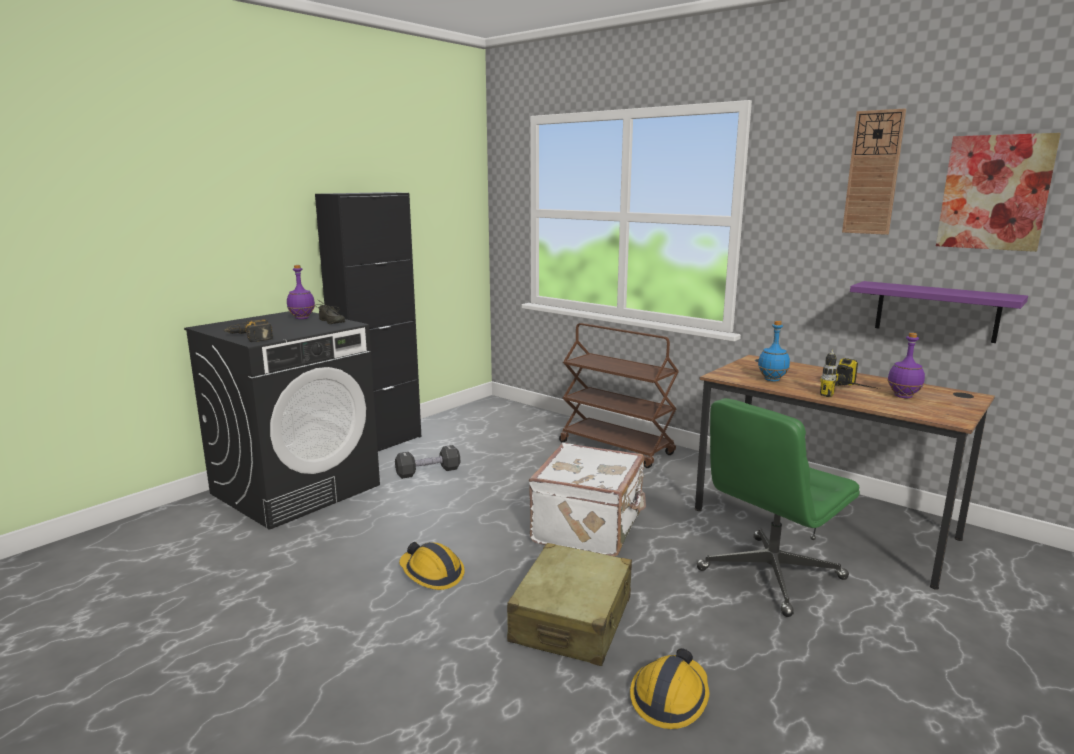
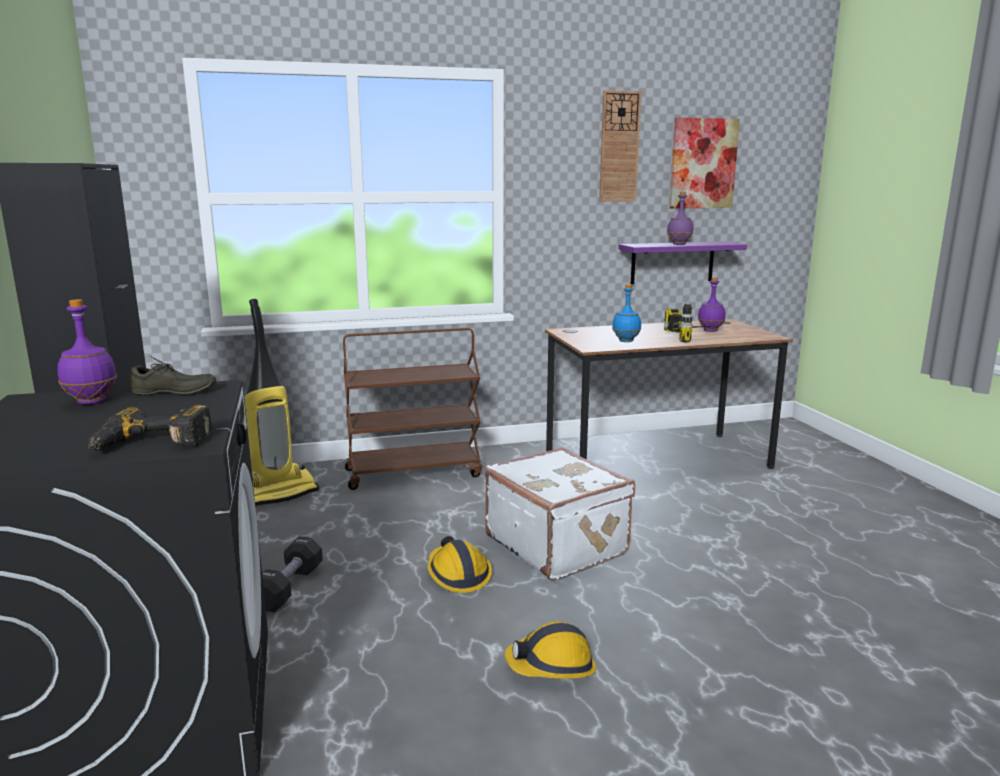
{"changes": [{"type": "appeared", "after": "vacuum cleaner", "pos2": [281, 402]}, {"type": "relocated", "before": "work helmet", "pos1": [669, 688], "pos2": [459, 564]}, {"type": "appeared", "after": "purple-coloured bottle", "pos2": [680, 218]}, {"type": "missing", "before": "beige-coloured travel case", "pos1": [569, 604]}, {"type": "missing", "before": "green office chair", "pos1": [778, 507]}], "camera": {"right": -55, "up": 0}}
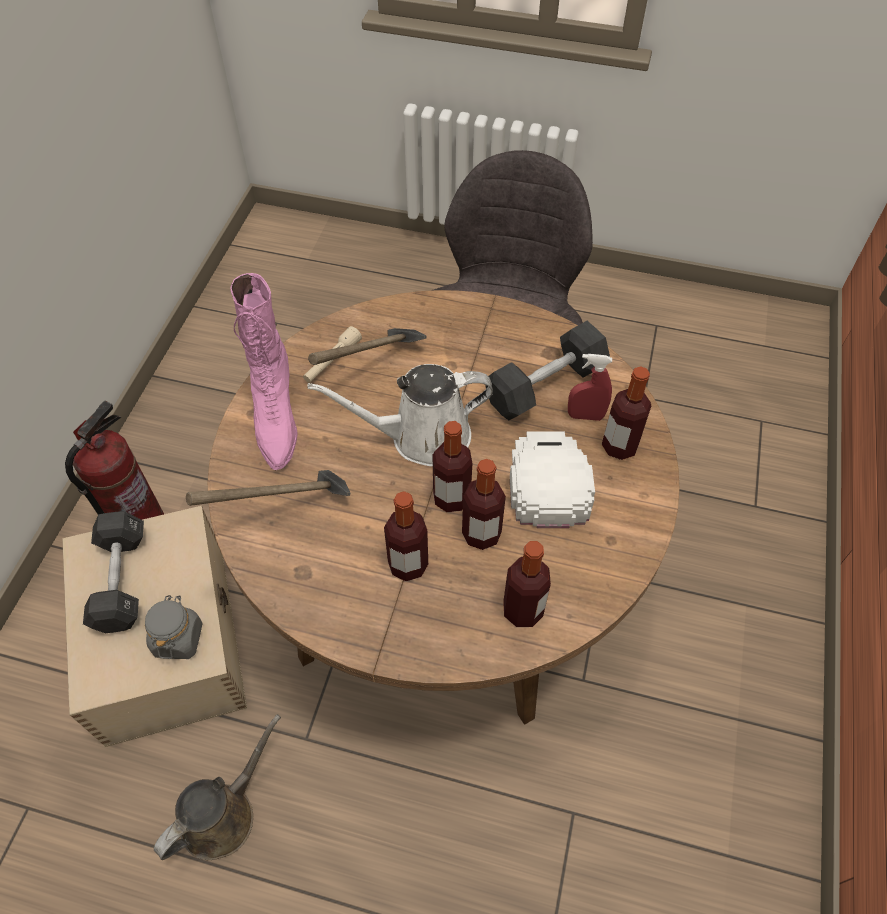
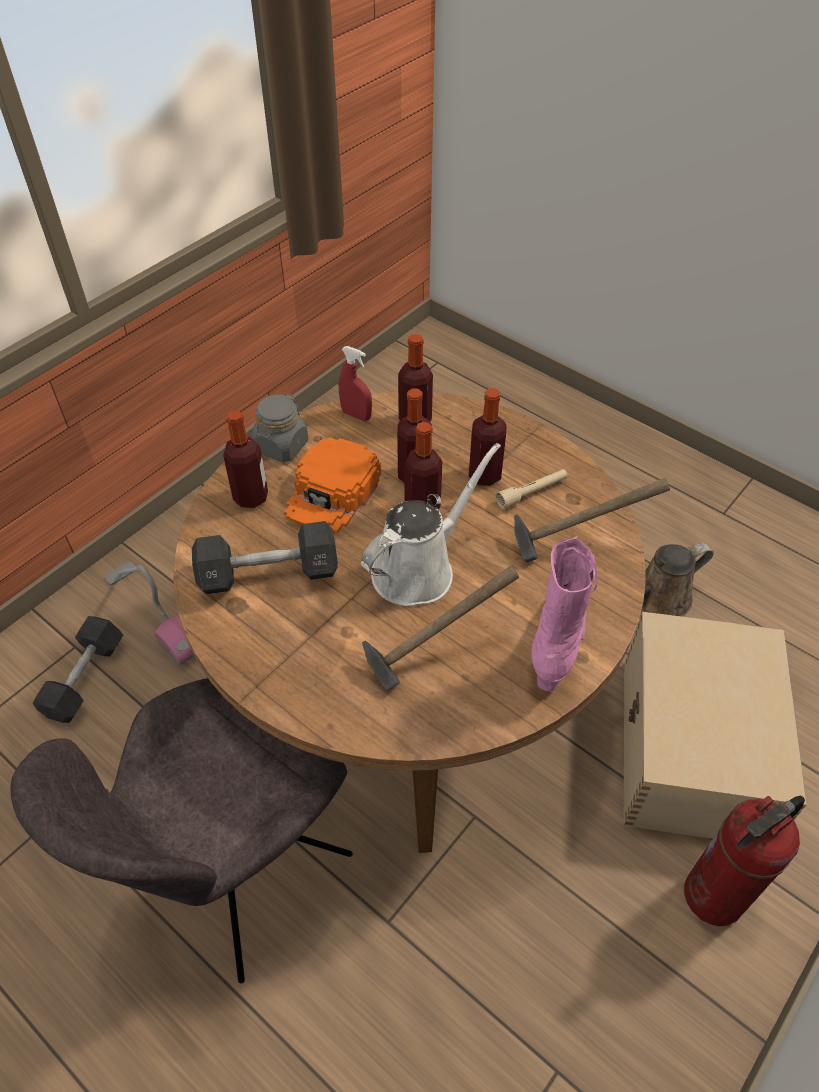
{"changes": [{"type": "relocated", "before": "black free weight", "pos1": [113, 572], "pos2": [78, 669]}, {"type": "appeared", "after": "vacuum cleaner", "pos2": [149, 613]}, {"type": "relocated", "before": "greyish jar", "pos1": [174, 627], "pos2": [280, 427]}, {"type": "colour", "before": "white-coloured baseball cap", "after": "orangey baseball cap", "pos1": [552, 479], "pos2": [332, 485]}, {"type": "relocated", "before": "red spray bottle", "pos1": [590, 387], "pos2": [355, 383]}, {"type": "spun", "before": "white-coloured watering pot", "pos1": [400, 415], "pos2": [431, 524], "turn": -60}, {"type": "relocated", "before": "beige-coloured torch", "pos1": [332, 354], "pos2": [532, 489]}], "camera": {"right": -155, "up": -5}}
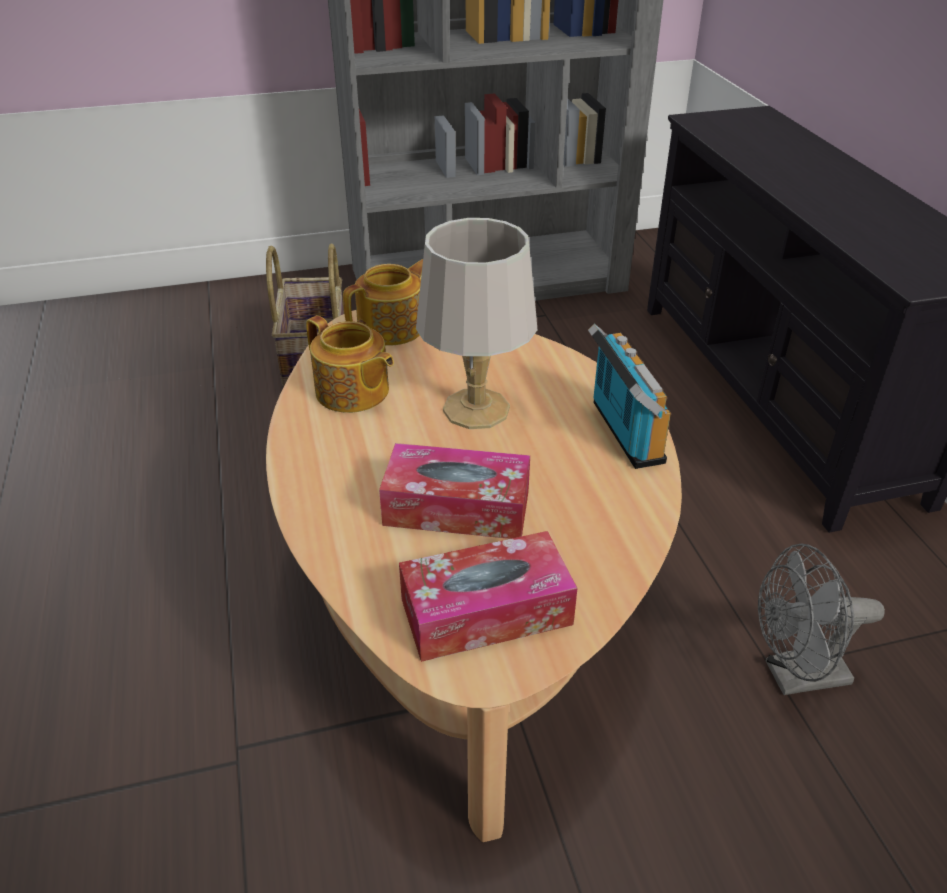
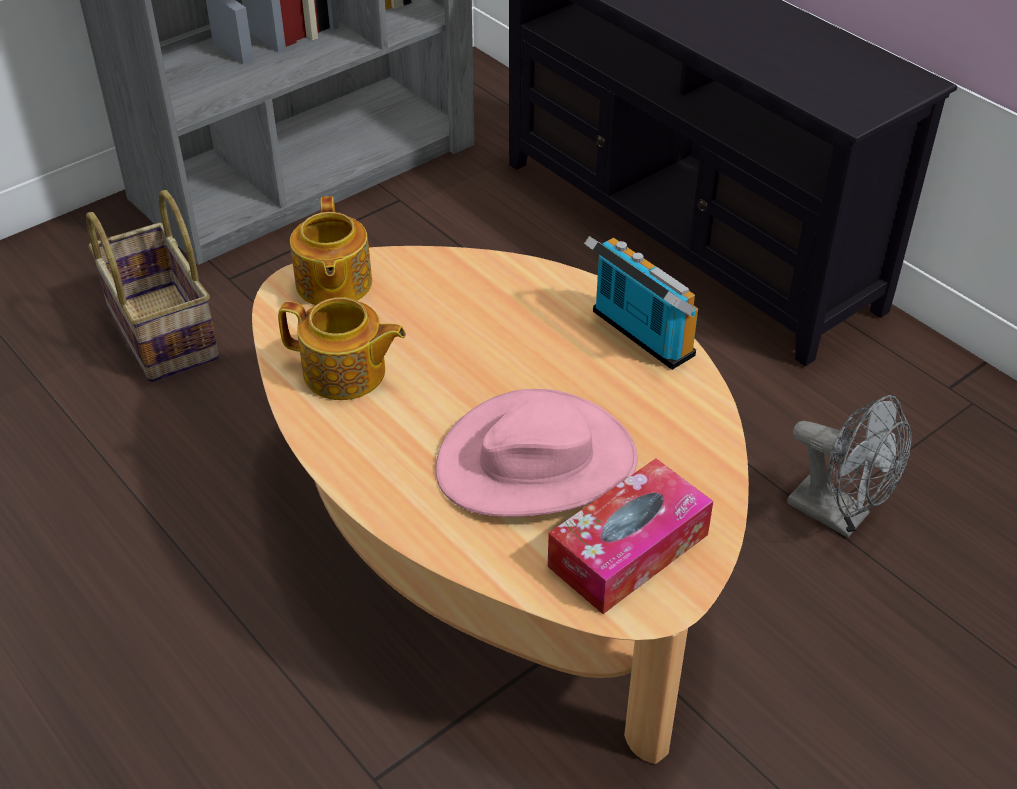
{"changes": [{"type": "spun", "before": "tea pot", "pos1": [383, 302], "pos2": [331, 250], "turn": 150}, {"type": "exchanged", "before": "box of tissues", "after": "pinkish clothing hat", "pos1": [454, 491], "pos2": [537, 453]}, {"type": "spun", "before": "greyish cooling fan", "pos1": [821, 619], "pos2": [849, 466], "turn": -105}, {"type": "missing", "before": "greyish tabletop lamp", "pos1": [476, 323]}], "camera": {"right": -25, "up": 5}}
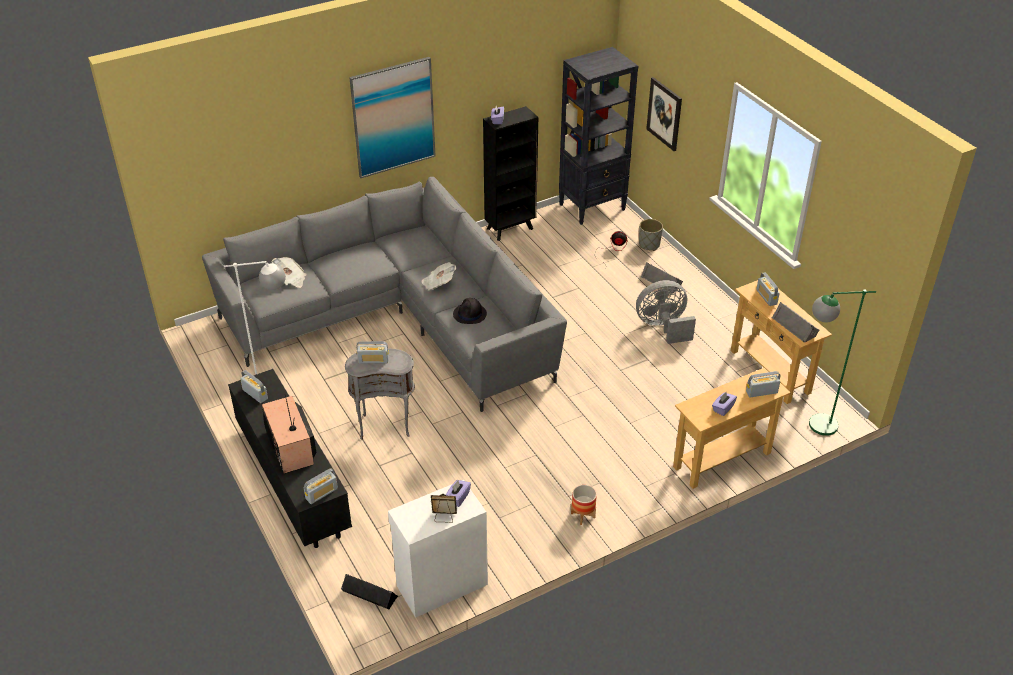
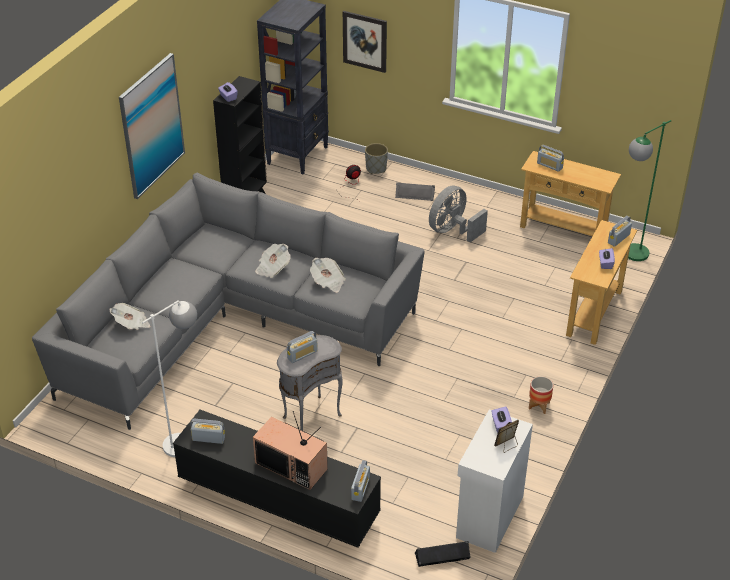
{"changes": [{"type": "exchanged", "before": "black clothing hat", "after": "newspaper", "pos1": [470, 311], "pos2": [328, 275]}, {"type": "missing", "before": "greyish audio speaker", "pos1": [796, 322]}], "camera": {"right": -35, "up": 0}}
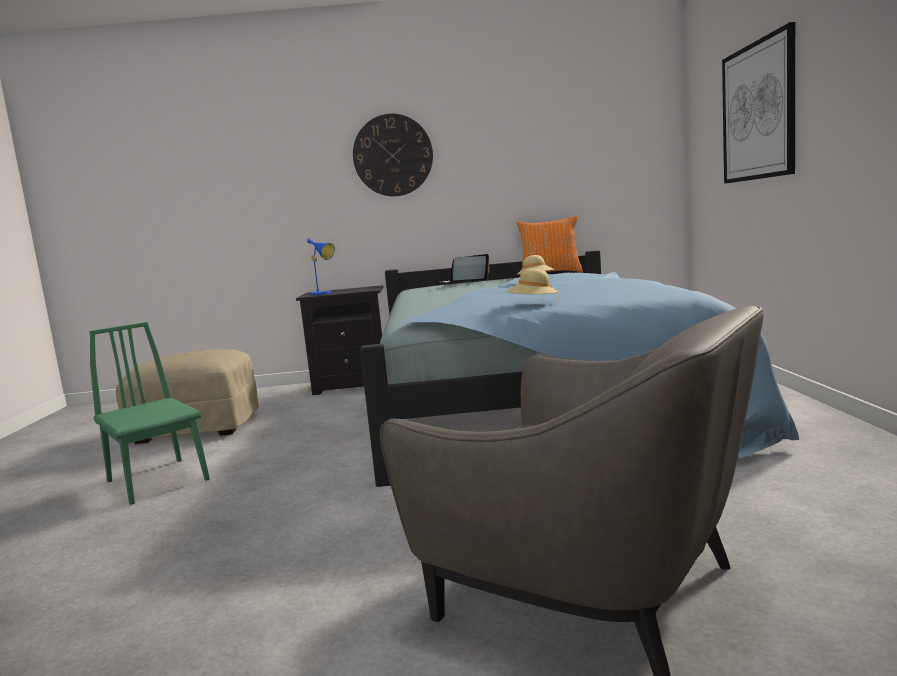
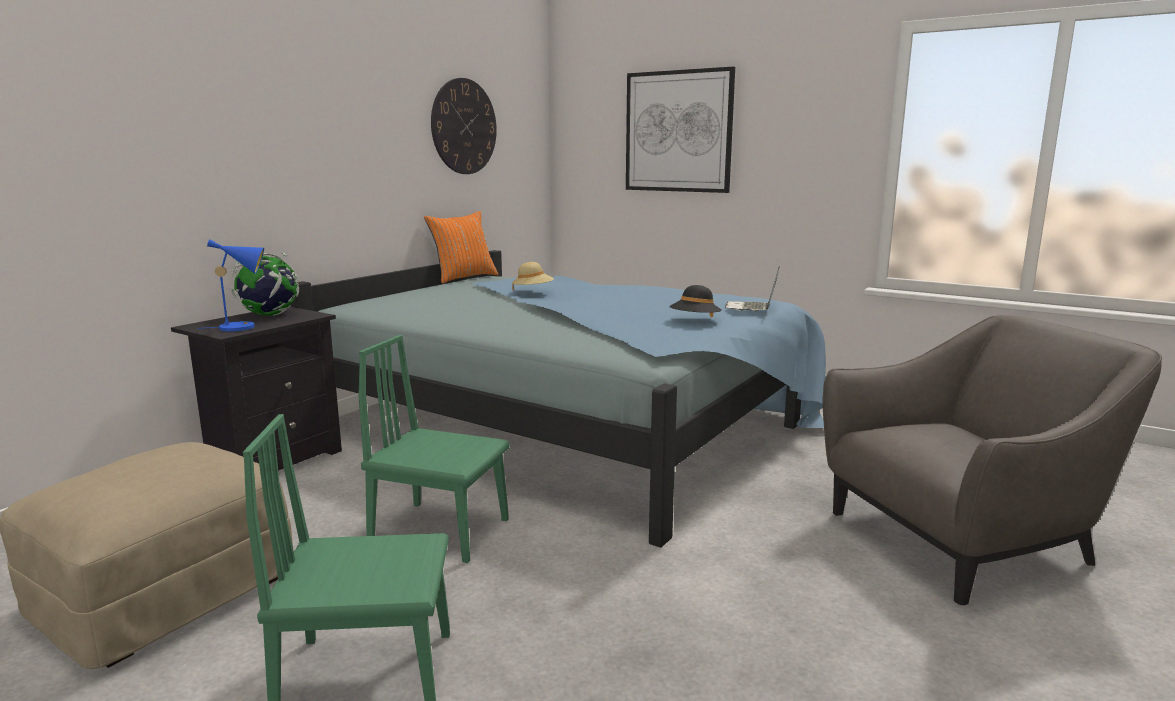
{"changes": [{"type": "appeared", "after": "globe", "pos2": [265, 284]}, {"type": "appeared", "after": "green chair", "pos2": [434, 449]}, {"type": "relocated", "before": "wall clock", "pos1": [393, 155], "pos2": [464, 126]}, {"type": "colour", "before": "beige-coloured clothing hat", "after": "black clothing hat", "pos1": [533, 283], "pos2": [695, 301]}, {"type": "relocated", "before": "notebook computer", "pos1": [464, 268], "pos2": [752, 289]}], "camera": {"right": -55, "up": 5}}
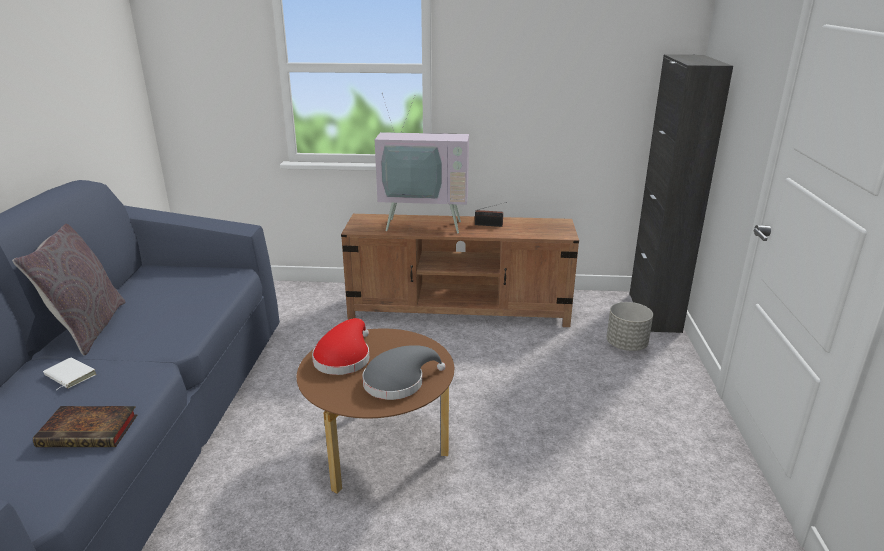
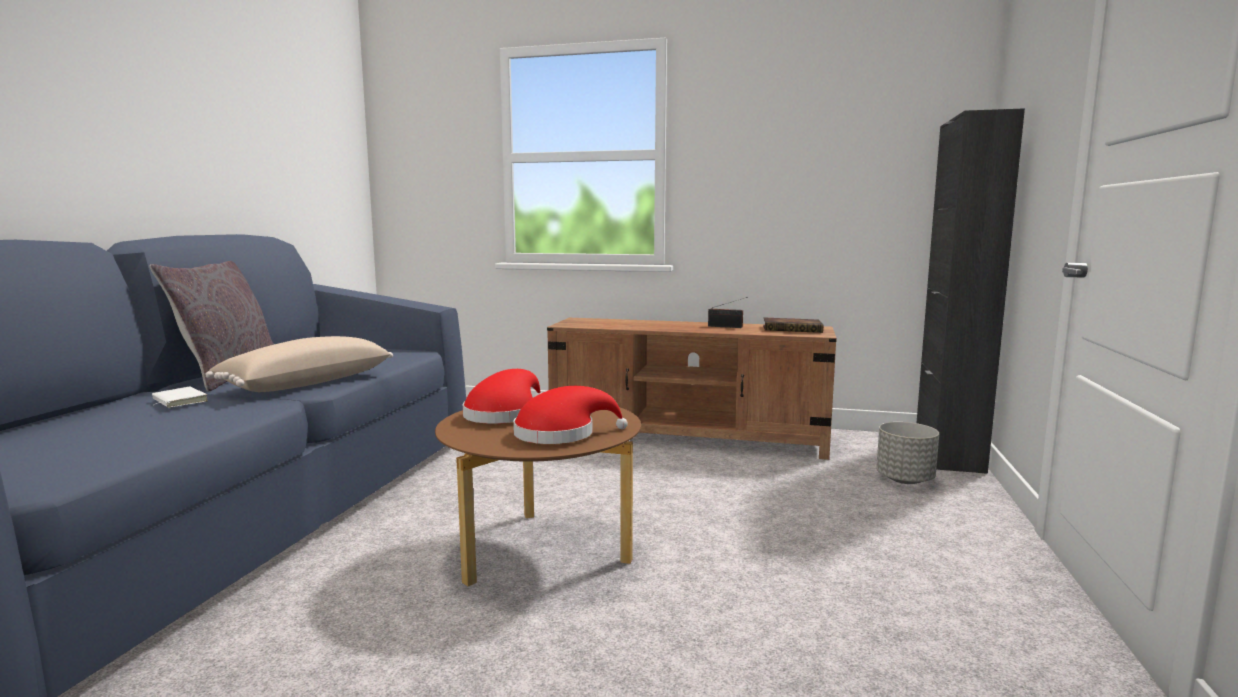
{"changes": [{"type": "appeared", "after": "beige-coloured cushion", "pos2": [299, 364]}, {"type": "colour", "before": "greyish clothing hat", "after": "red clothing hat", "pos1": [404, 372], "pos2": [570, 415]}, {"type": "relocated", "before": "book", "pos1": [85, 426], "pos2": [793, 325]}, {"type": "missing", "before": "television", "pos1": [422, 163]}], "camera": {"right": 10, "up": -15}}
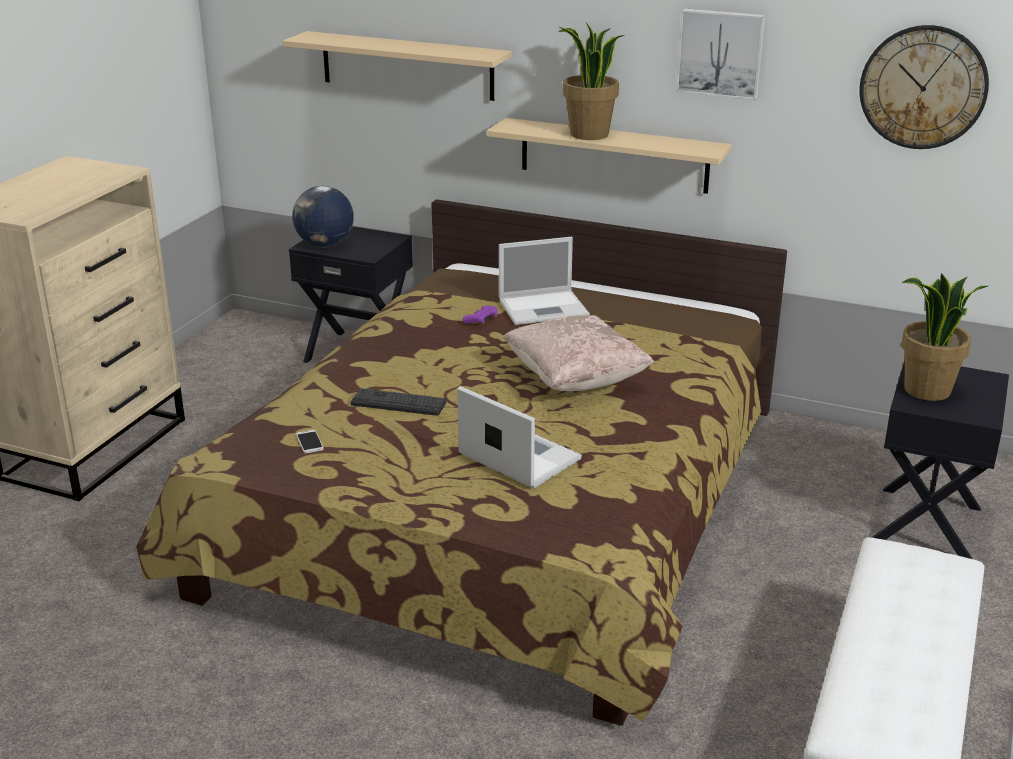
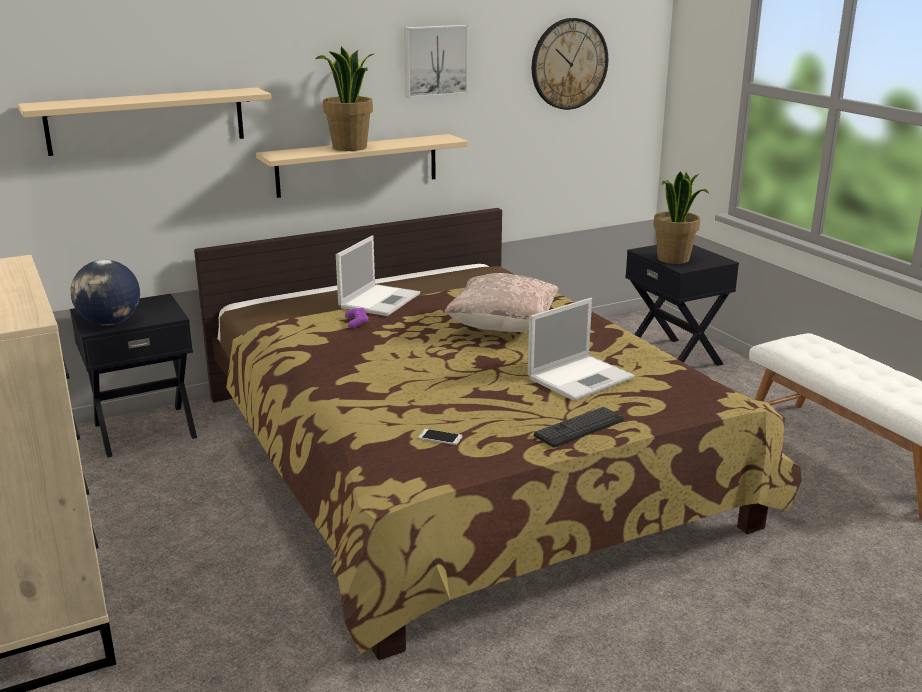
{"changes": [{"type": "spun", "before": "notebook computer", "pos1": [519, 437], "pos2": [581, 349], "turn": 150}, {"type": "relocated", "before": "PC keyboard", "pos1": [398, 402], "pos2": [579, 427]}], "camera": {"right": -50, "up": -5}}
